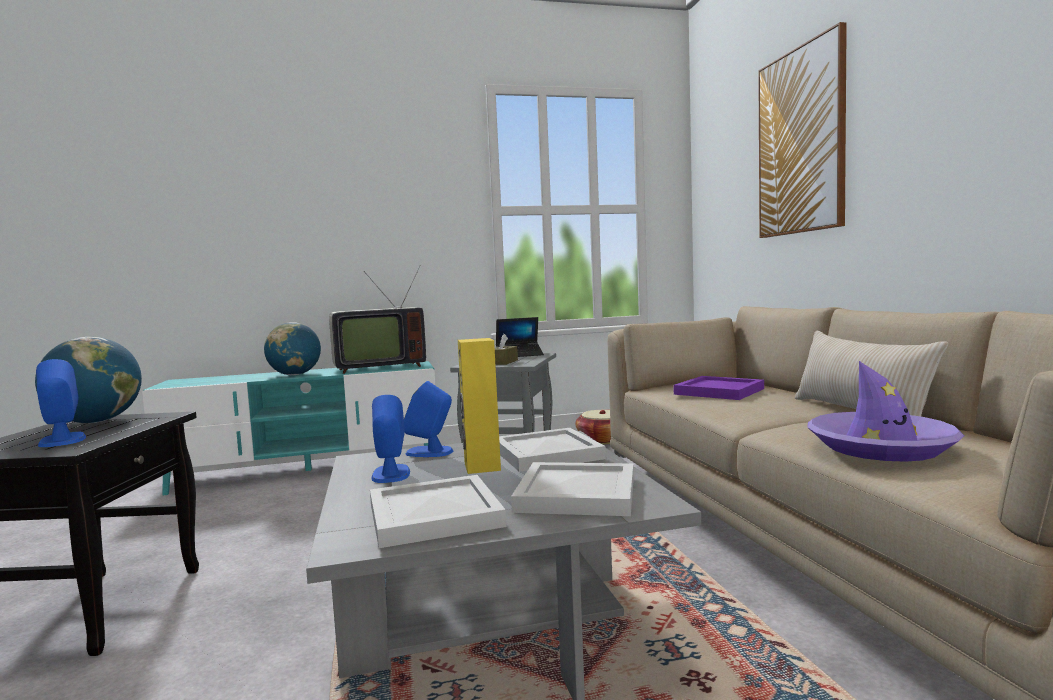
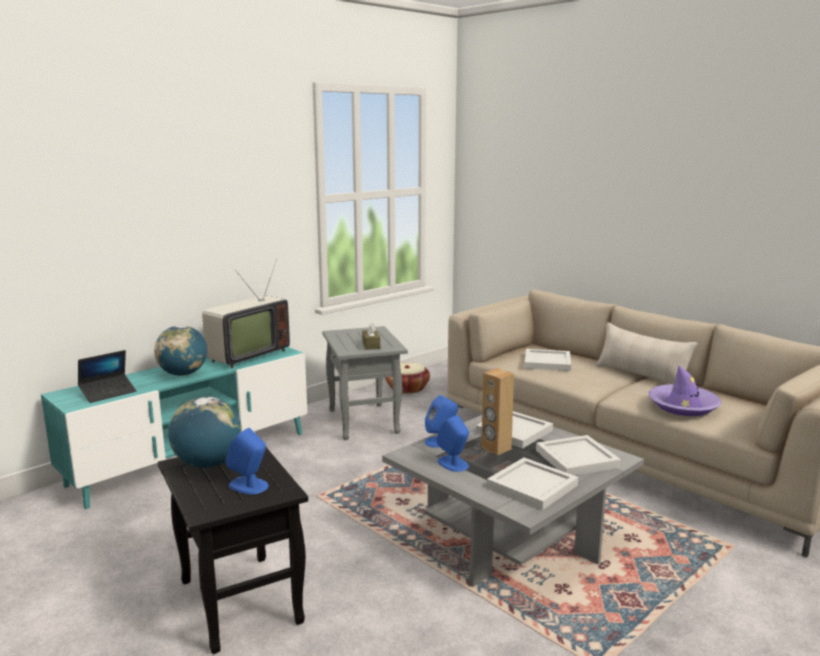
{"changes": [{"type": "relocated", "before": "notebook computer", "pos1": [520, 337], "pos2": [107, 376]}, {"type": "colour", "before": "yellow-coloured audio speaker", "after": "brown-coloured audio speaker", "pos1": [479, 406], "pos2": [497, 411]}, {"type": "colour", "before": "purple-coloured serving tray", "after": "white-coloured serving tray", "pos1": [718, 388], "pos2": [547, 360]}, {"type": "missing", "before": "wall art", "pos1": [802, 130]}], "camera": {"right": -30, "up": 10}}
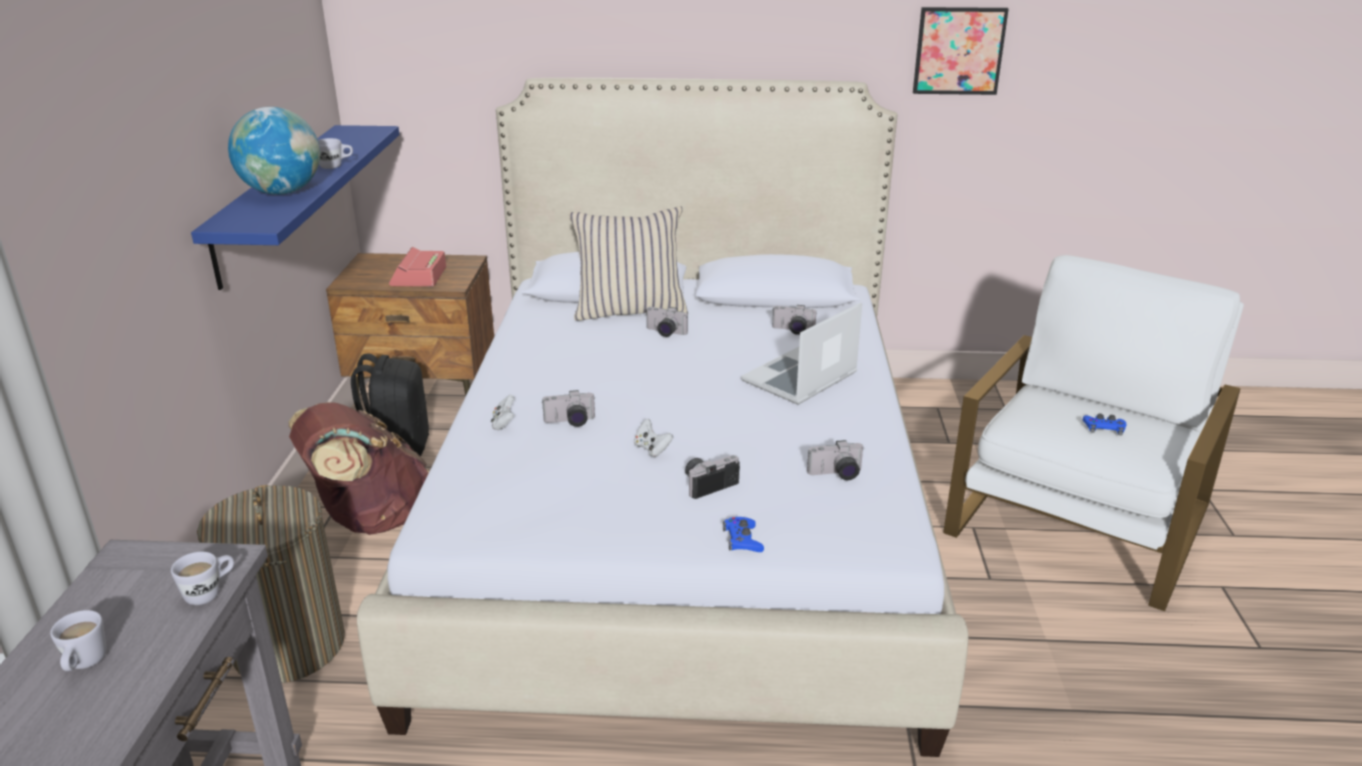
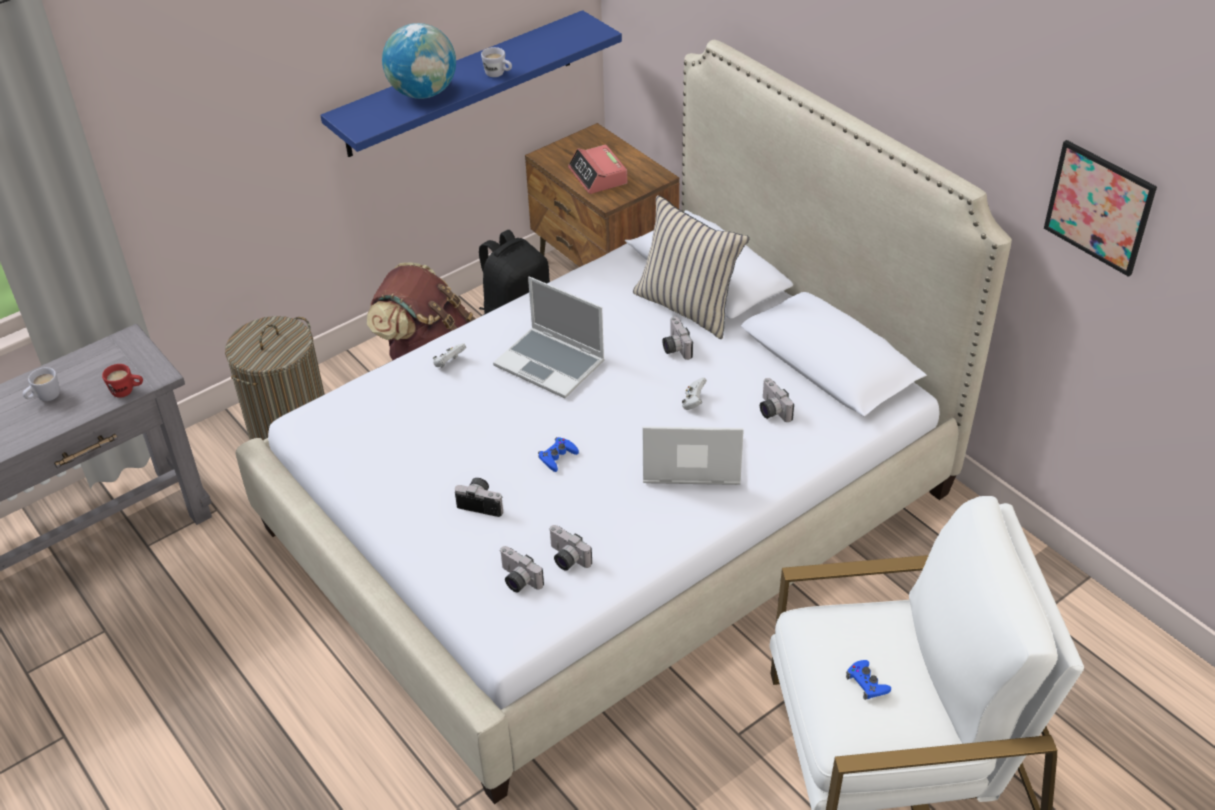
{"changes": [{"type": "colour", "before": "white-coloured coffee mug", "after": "red coffee mug", "pos1": [202, 578], "pos2": [122, 381]}, {"type": "appeared", "after": "notebook computer", "pos2": [549, 337]}, {"type": "relocated", "before": "still camera", "pos1": [568, 408], "pos2": [522, 569]}, {"type": "relocated", "before": "blue joypad", "pos1": [743, 534], "pos2": [558, 454]}, {"type": "spun", "before": "table clock", "pos1": [417, 267], "pos2": [597, 169], "turn": -75}, {"type": "relocated", "before": "white-coloured joypad", "pos1": [653, 438], "pos2": [694, 393]}], "camera": {"right": 50, "up": 15}}
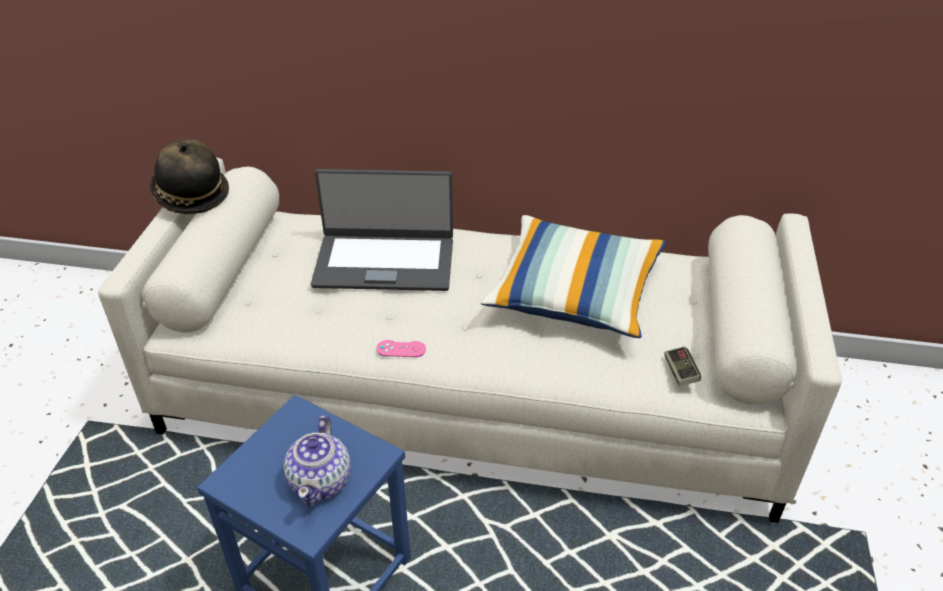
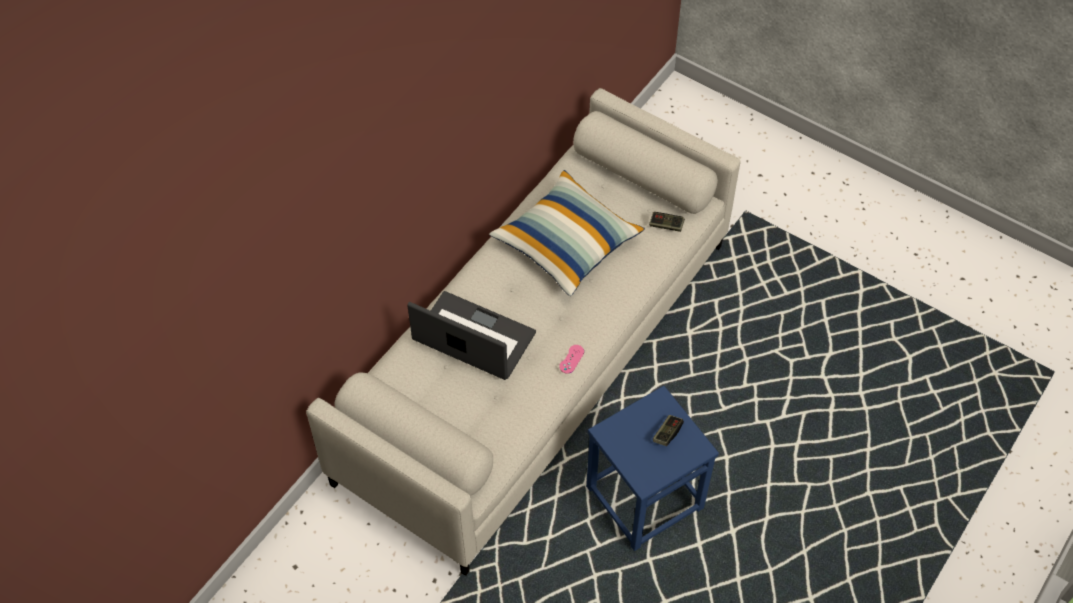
{"changes": [{"type": "spun", "before": "notebook computer", "pos1": [382, 230], "pos2": [471, 335], "turn": -90}, {"type": "exchanged", "before": "tea pot", "after": "joypad", "pos1": [317, 460], "pos2": [668, 430]}, {"type": "missing", "before": "clothing hat", "pos1": [189, 176]}], "camera": {"right": -65, "up": 15}}
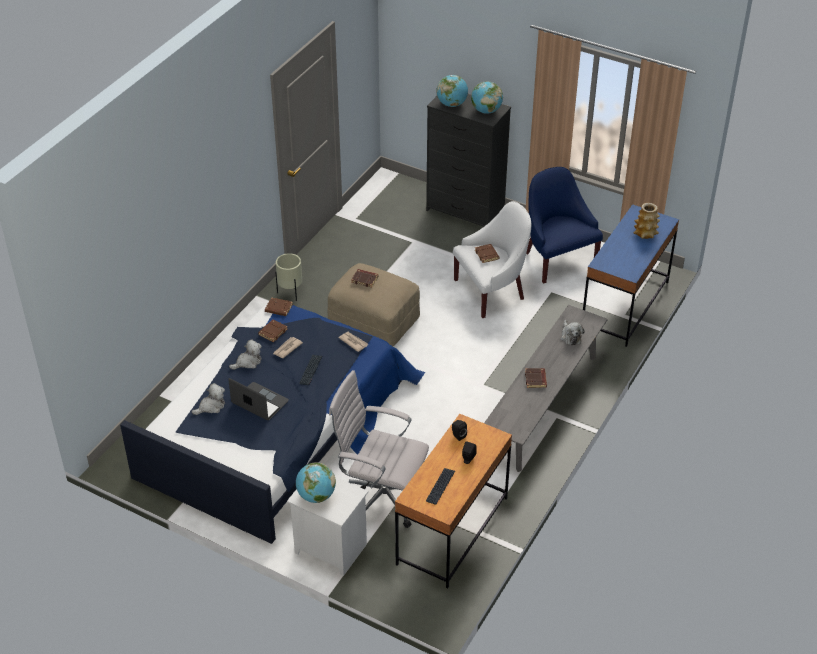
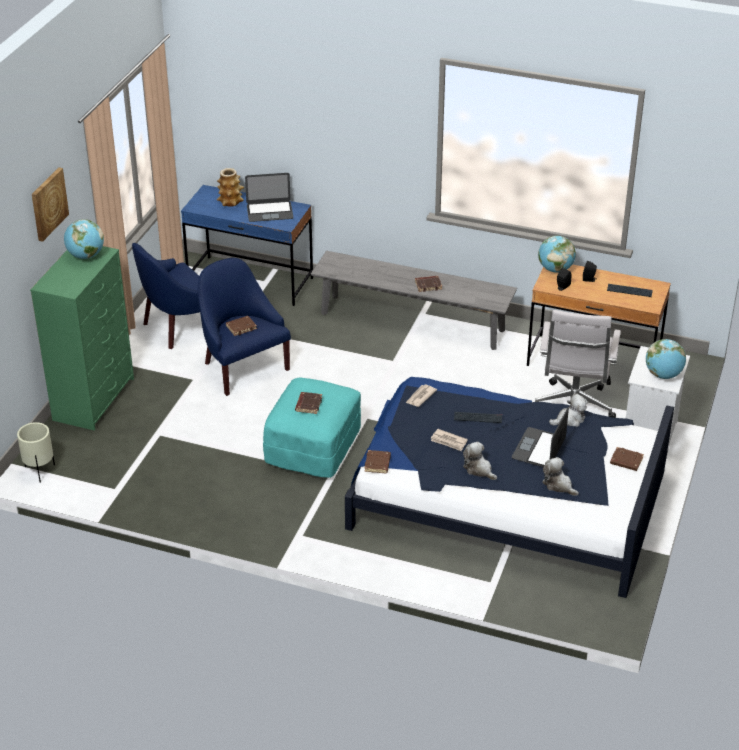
{"changes": [{"type": "relocated", "before": "beige-coloured plant pot", "pos1": [288, 277], "pos2": [36, 452]}, {"type": "colour", "before": "black dresser", "after": "green dresser", "pos1": [468, 160], "pos2": [82, 338]}, {"type": "appeared", "after": "wall art", "pos2": [50, 204]}, {"type": "colour", "before": "white-coloured lounge chair", "after": "blue lounge chair", "pos1": [492, 259], "pos2": [244, 327]}, {"type": "appeared", "after": "notebook computer", "pos2": [269, 197]}, {"type": "colour", "before": "beige-coloured ottoman", "after": "turquoise ottoman", "pos1": [373, 304], "pos2": [312, 428]}, {"type": "relocated", "before": "globe", "pos1": [452, 91], "pos2": [557, 254]}, {"type": "relocated", "before": "soft toy", "pos1": [572, 332], "pos2": [568, 410]}, {"type": "relocated", "before": "brown-coloured book", "pos1": [273, 331], "pos2": [627, 459]}], "camera": {"right": -100, "up": -5}}
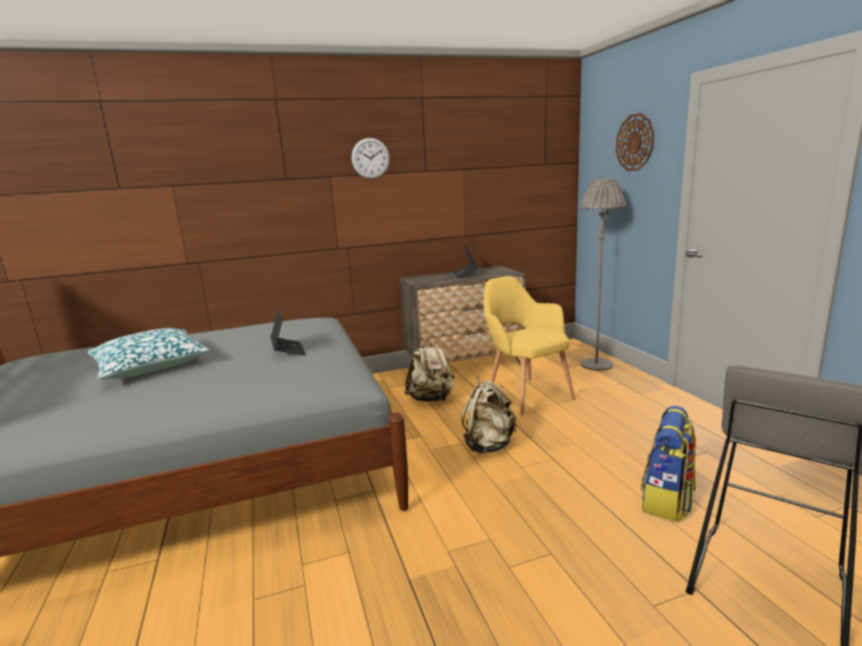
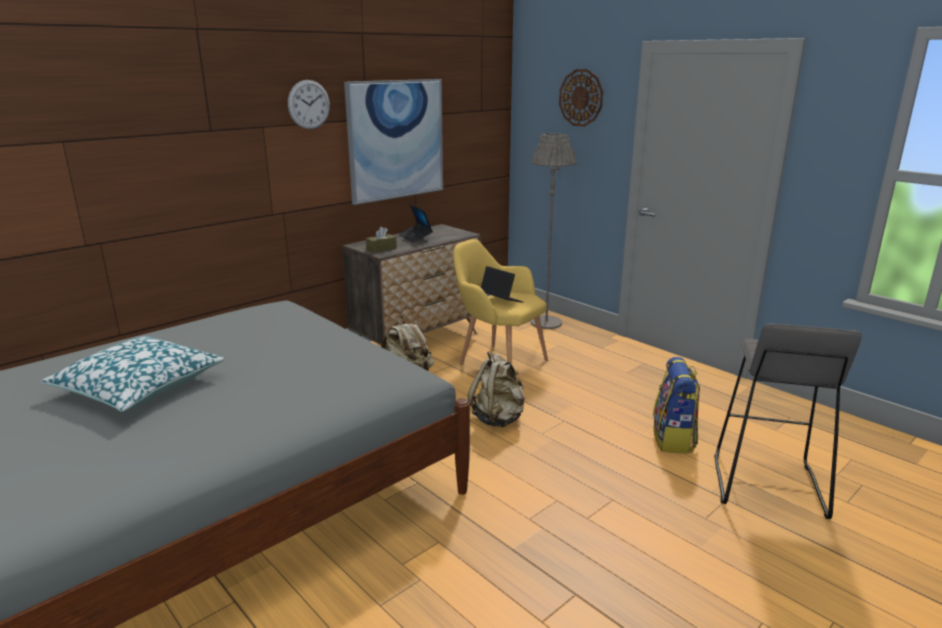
{"changes": [{"type": "appeared", "after": "wall art", "pos2": [393, 142]}, {"type": "appeared", "after": "brown-coloured box of tissues", "pos2": [381, 240]}, {"type": "relocated", "before": "notebook computer", "pos1": [288, 332], "pos2": [502, 284]}], "camera": {"right": -25, "up": 5}}
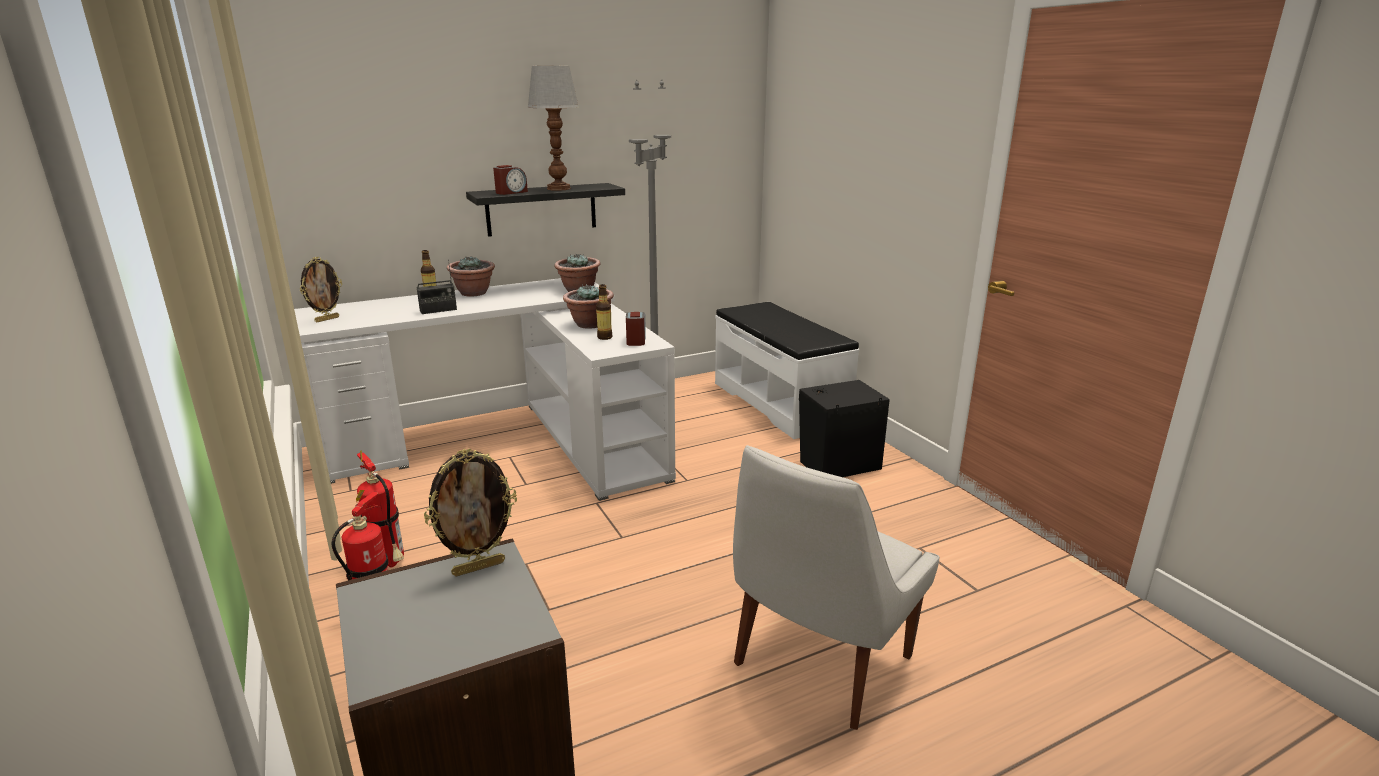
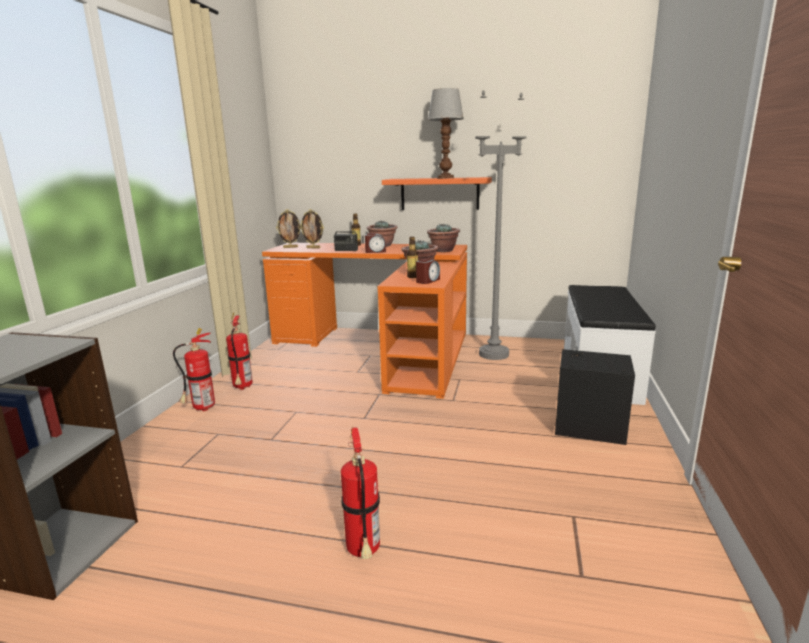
{"changes": [{"type": "colour", "before": "white-coloured desk", "after": "orangey desk", "pos1": [485, 389], "pos2": [364, 321]}, {"type": "relocated", "before": "photo frame", "pos1": [470, 513], "pos2": [312, 228]}, {"type": "exchanged", "before": "white-coloured chair", "after": "fire-fighting cylinder", "pos1": [836, 587], "pos2": [360, 493]}, {"type": "relocated", "before": "table clock", "pos1": [510, 180], "pos2": [375, 243]}, {"type": "colour", "before": "black wall shelf", "after": "orangey wall shelf", "pos1": [545, 210], "pos2": [437, 193]}], "camera": {"right": 40, "up": -5}}
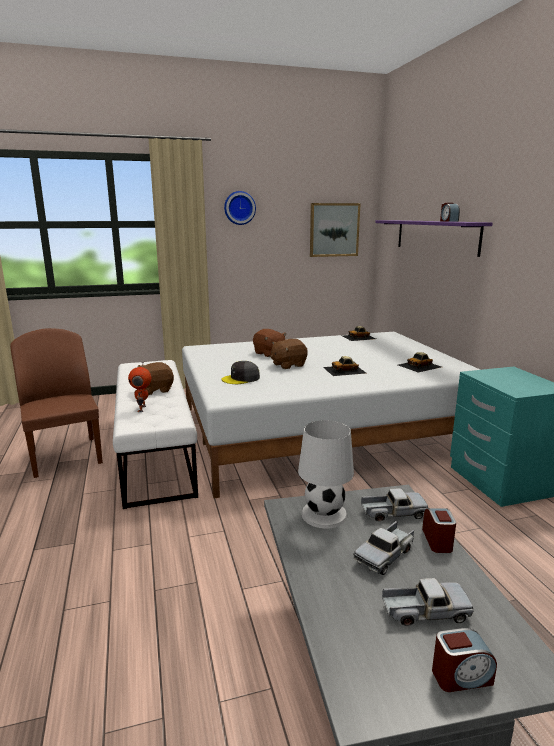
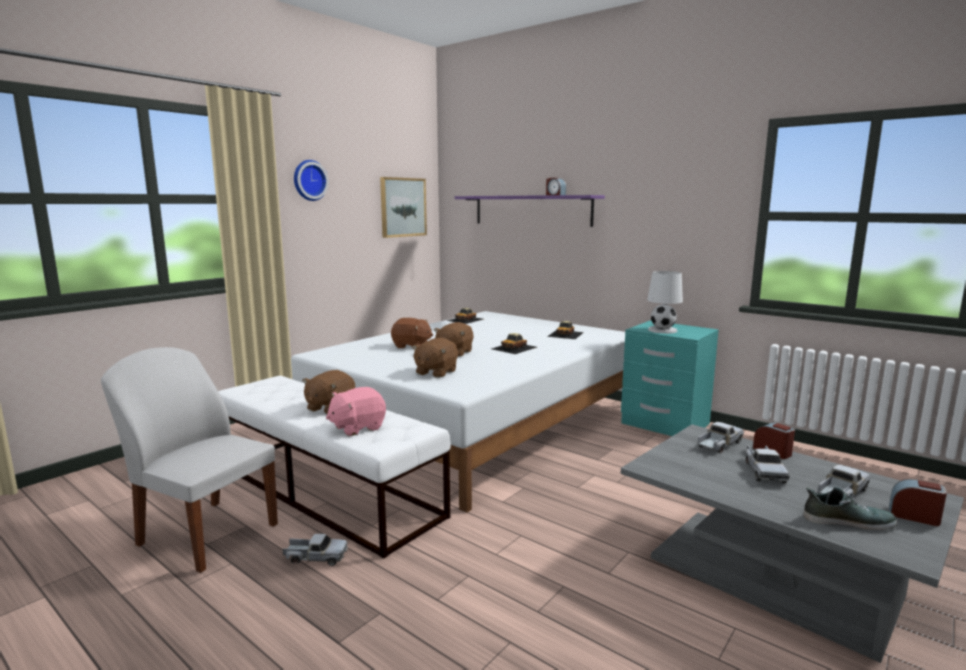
{"changes": [{"type": "colour", "before": "brown-coloured chair", "after": "white-coloured chair", "pos1": [56, 403], "pos2": [189, 460]}, {"type": "appeared", "after": "toy lorry", "pos2": [315, 550]}, {"type": "exchanged", "before": "toy robot", "after": "pinkish soft toy", "pos1": [140, 387], "pos2": [356, 411]}, {"type": "exchanged", "before": "greyish baseball cap", "after": "brown-coloured soft toy", "pos1": [240, 372], "pos2": [435, 358]}, {"type": "relocated", "before": "white-coloured tabletop lamp", "pos1": [326, 474], "pos2": [665, 302]}, {"type": "appeared", "after": "low shoe", "pos2": [850, 508]}, {"type": "spun", "before": "table clock", "pos1": [464, 660], "pos2": [918, 502], "turn": -105}], "camera": {"right": -35, "up": -5}}
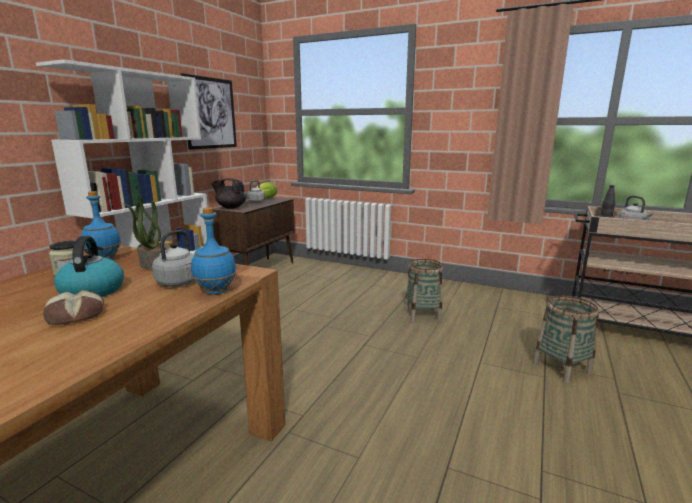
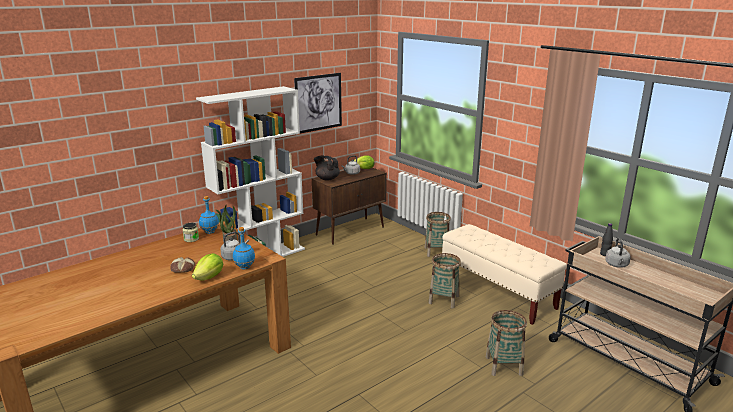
{"changes": [{"type": "appeared", "after": "head of lettuce", "pos2": [207, 266]}, {"type": "appeared", "after": "storage basket", "pos2": [438, 234]}, {"type": "appeared", "after": "beige-coloured long seat", "pos2": [504, 274]}, {"type": "missing", "before": "kettle", "pos1": [89, 266]}], "camera": {"right": 25, "up": 5}}
